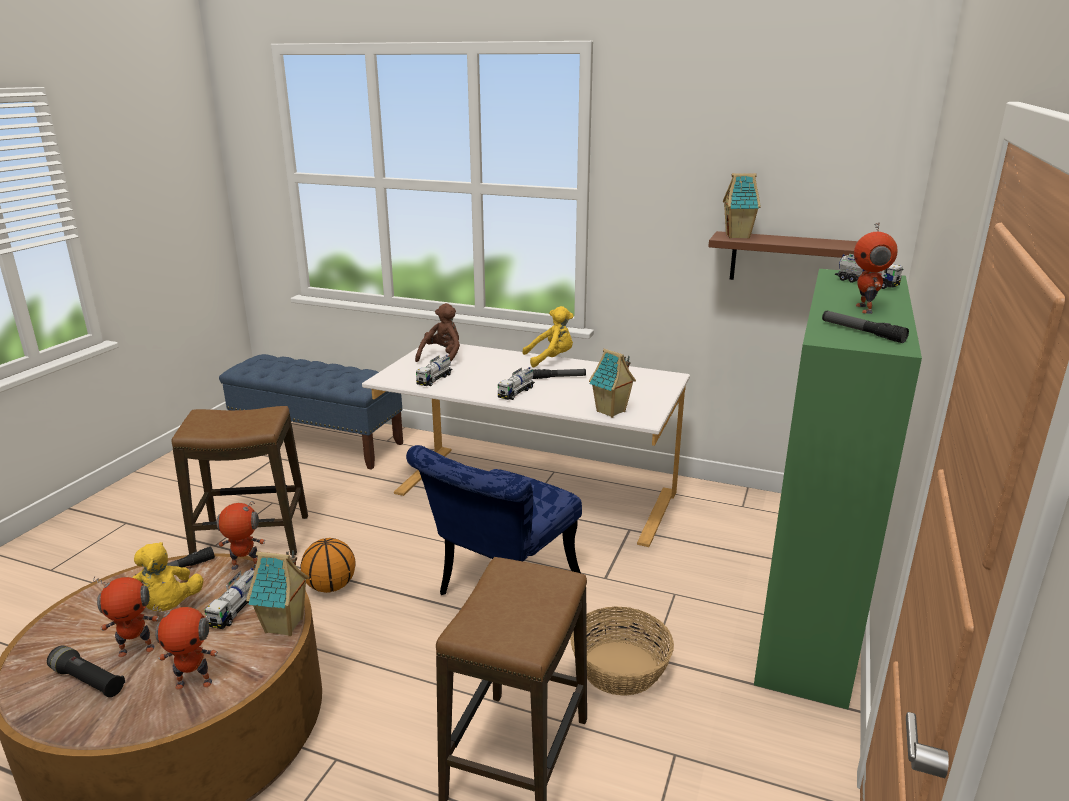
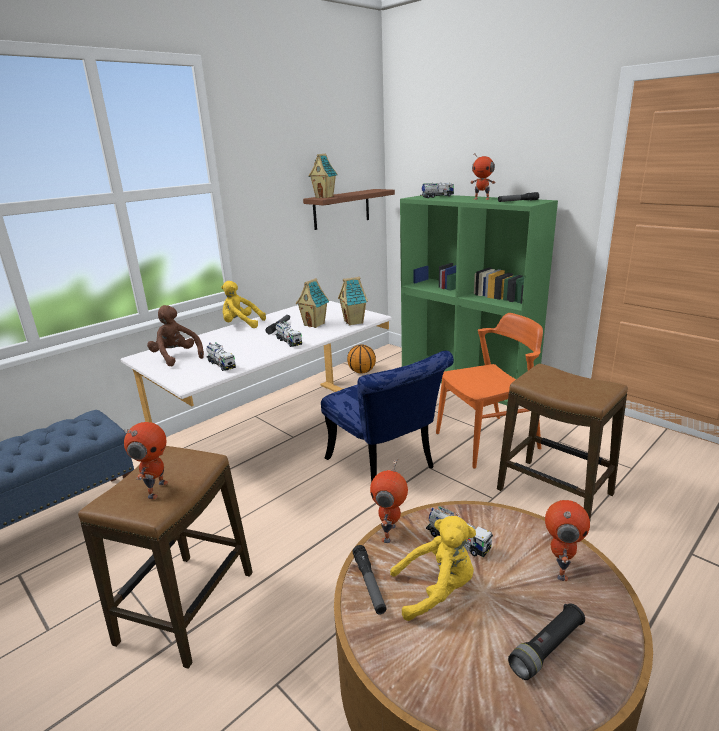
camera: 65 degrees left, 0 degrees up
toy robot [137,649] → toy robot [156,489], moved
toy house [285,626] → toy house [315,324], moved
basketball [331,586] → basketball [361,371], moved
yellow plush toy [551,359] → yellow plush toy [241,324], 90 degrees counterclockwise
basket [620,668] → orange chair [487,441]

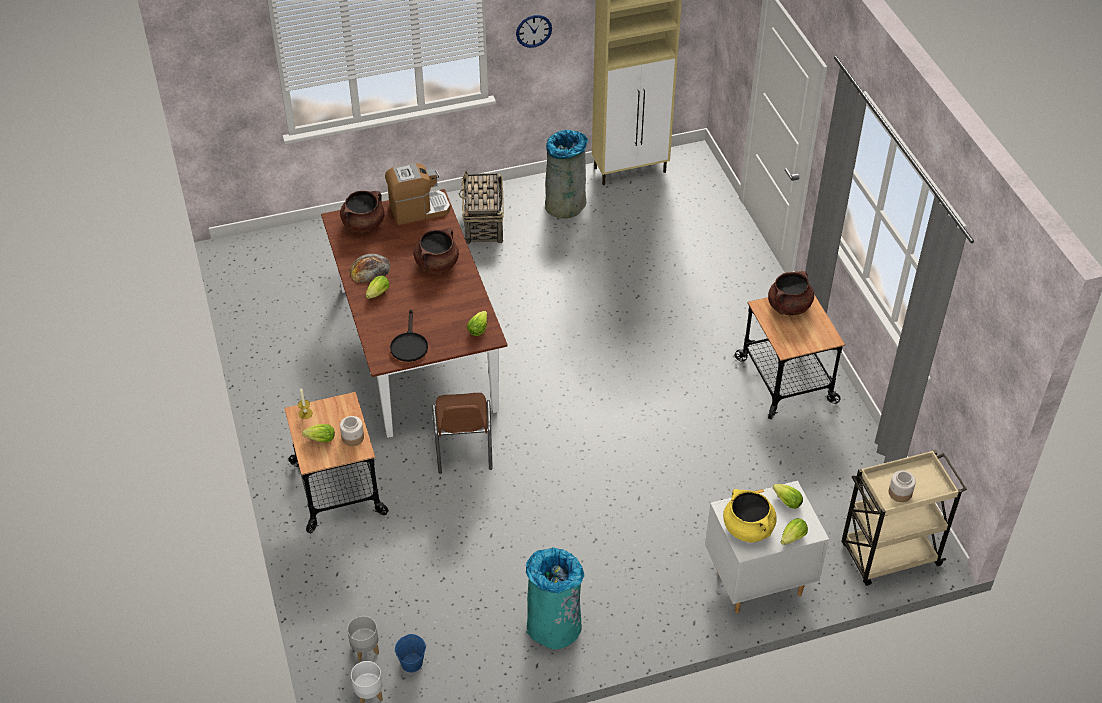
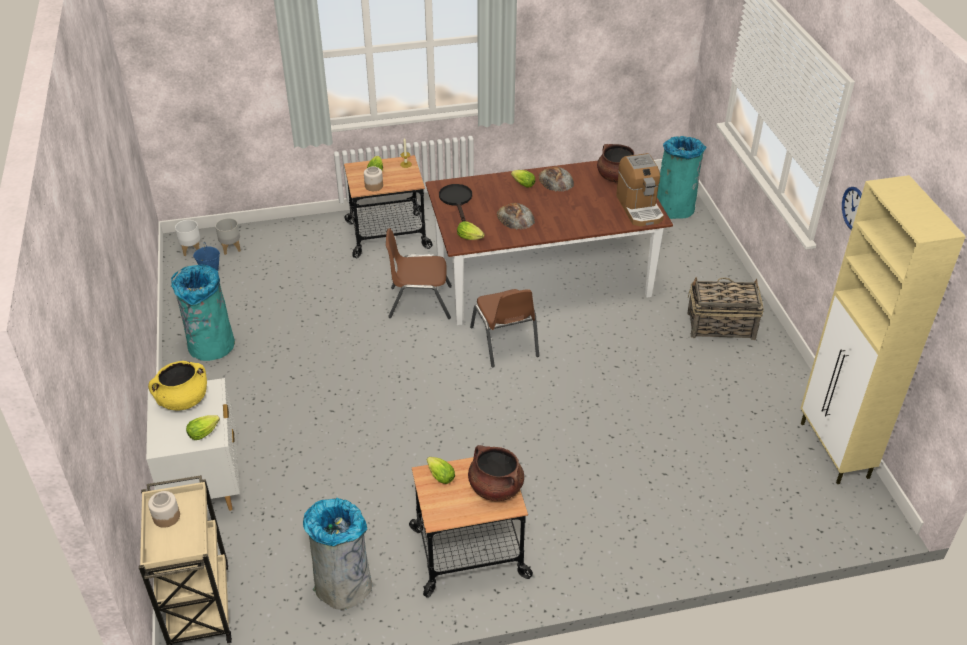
camera: 95 degrees right, 5 degrees down
black frying pan [409,345] → black frying pan [456,200], 75 degrees clockwise
brown cooking pot [437,264] → -
grey trash can [565,204] → grey trash can [344,586], moved
lettuce [791,539] → lettuce [439,475], moved
- → brown chair [504,342]
- → bread [515,217]
- → turquoise trash can [675,208]

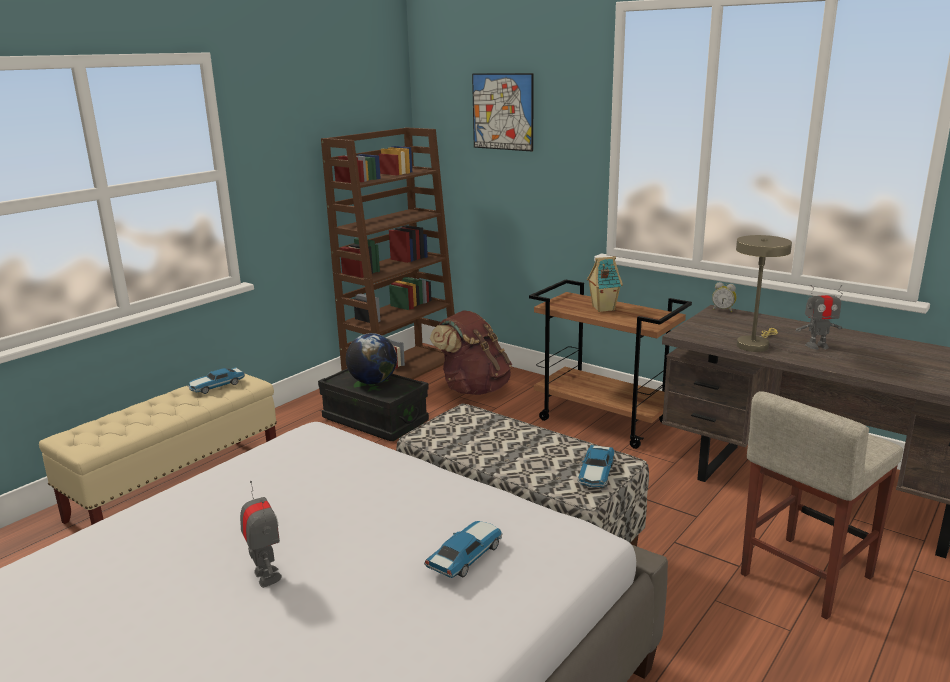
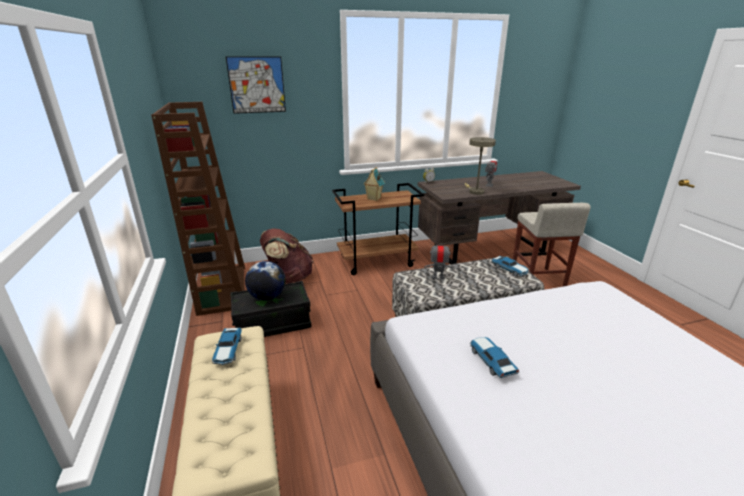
camera: 55 degrees left, 5 degrees up
toy robot [266,576] → toy robot [438,277], moved
toy car [466,556] → toy car [491,361], moved

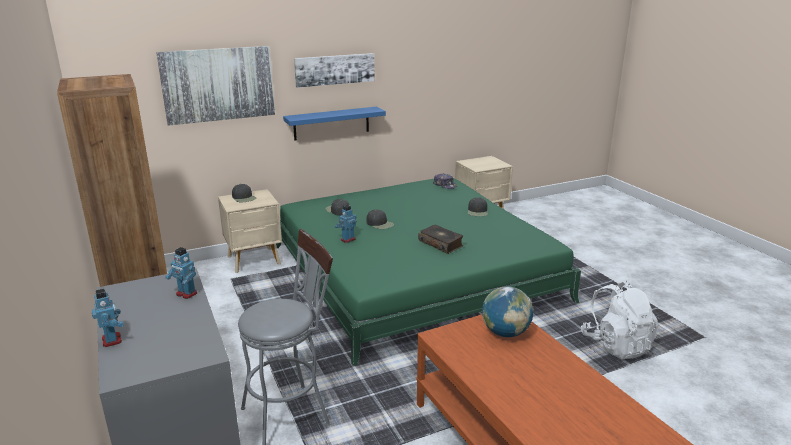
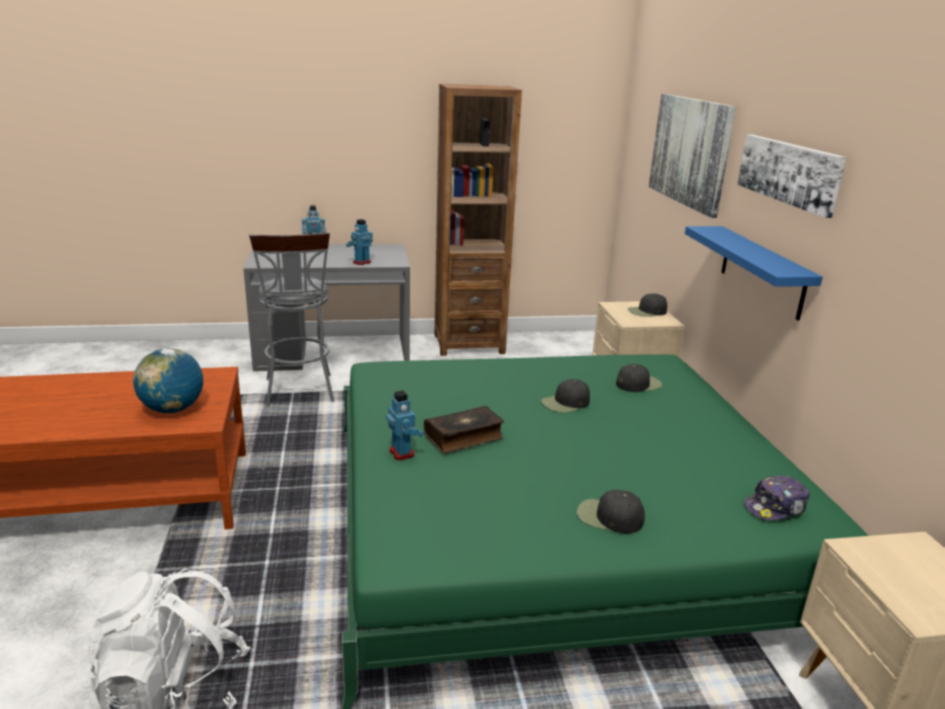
camera: 105 degrees right, 0 degrees up
toy robot [347,239] → toy robot [402,453], moved

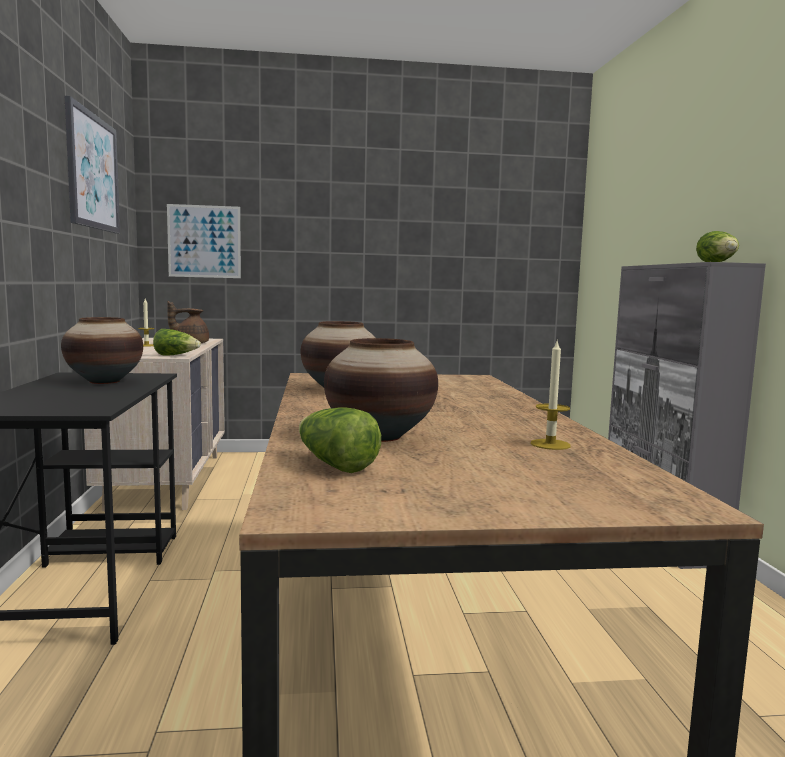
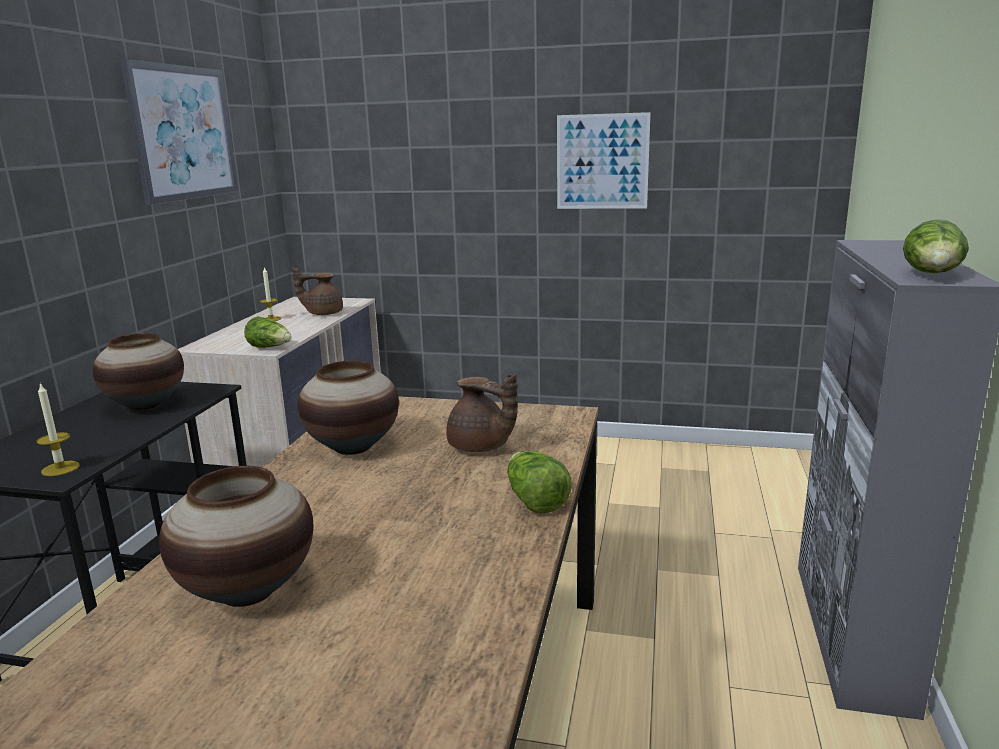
camera: 20 degrees right, 10 degrees up
picture [204,241] → picture [602,162], moved
lettuce [334,465] → lettuce [535,500], moved
candle [550,444] → candle [60,468], moved
- → brown teapot [480,447]

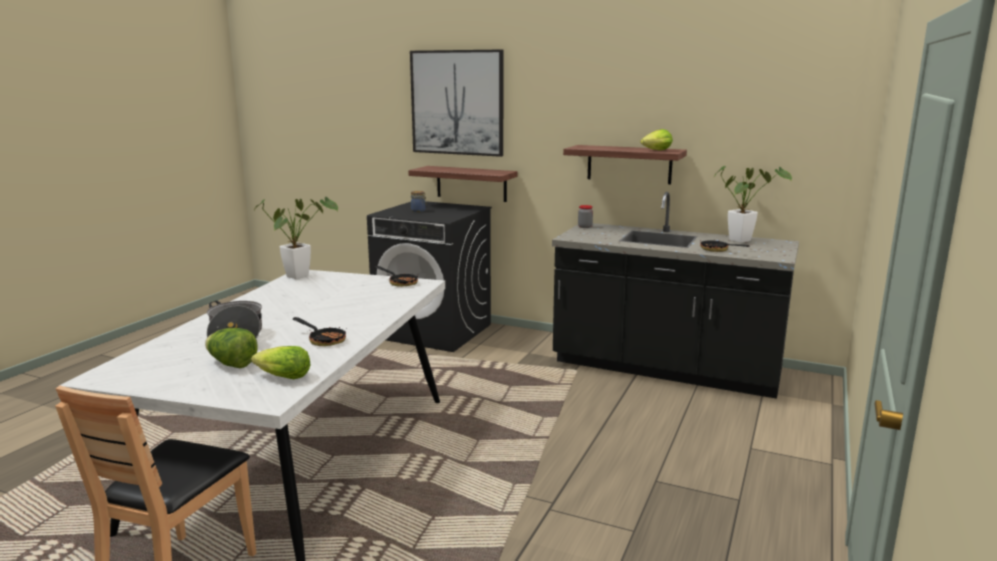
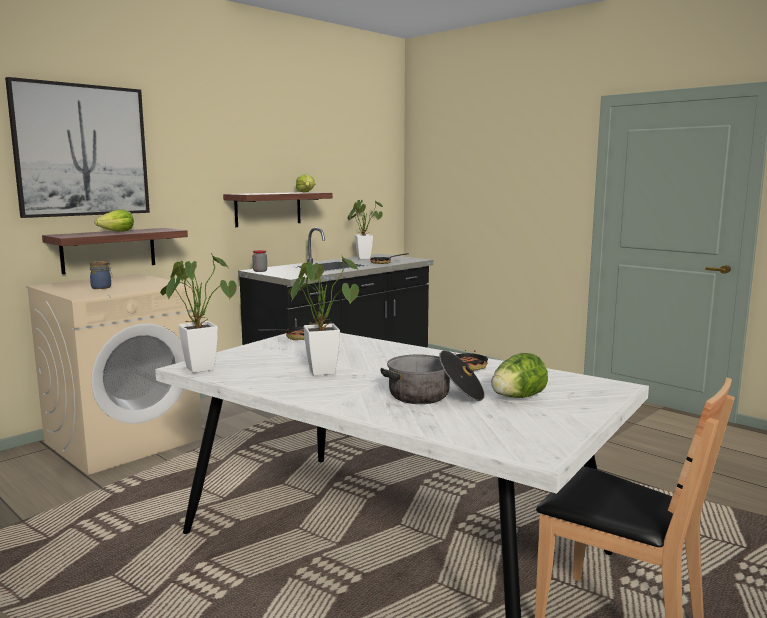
camera: 70 degrees left, 5 degrees down
lettuce [283,377] → lettuce [117,232], moved
black washing machine [434,331] → beige washing machine [124,440]
- → potted plant [321,370]

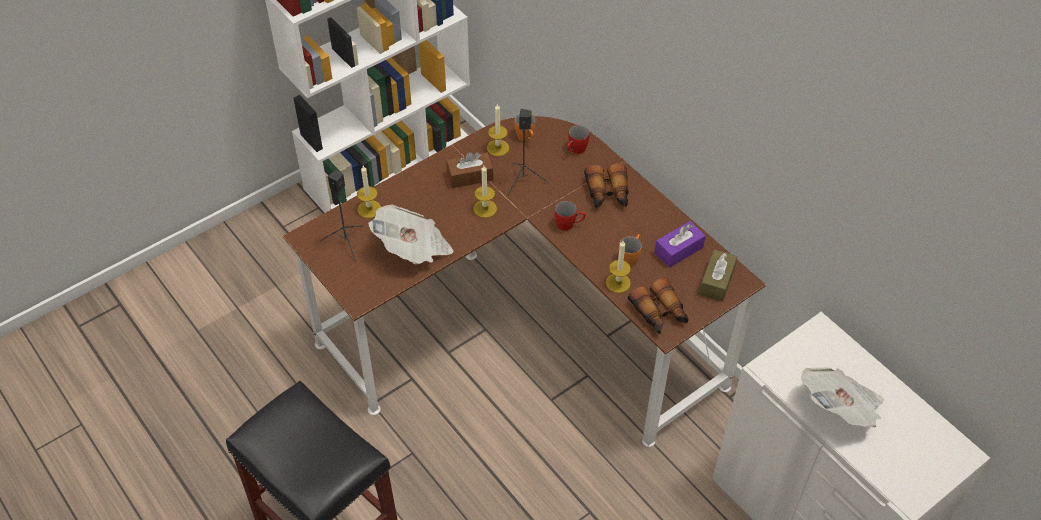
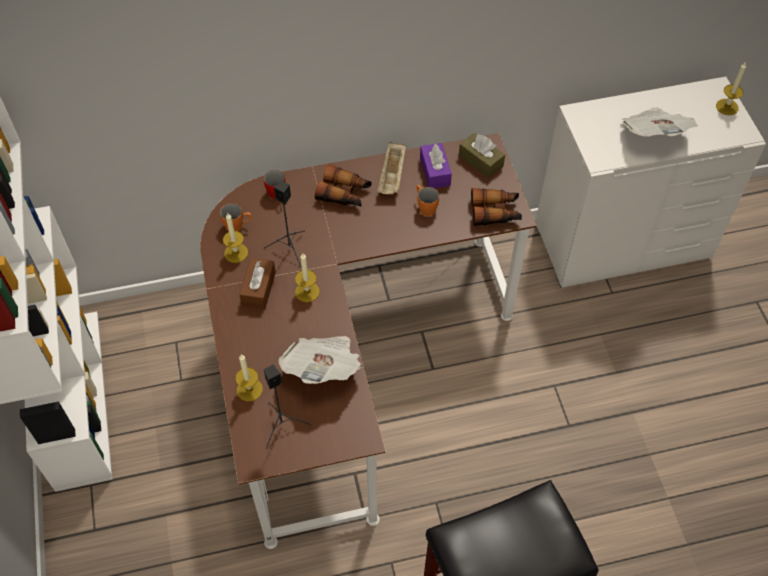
camera: 65 degrees left, 5 degrees up
red mug [569,225] → -
candle [618,283] → candle [727,107], moved
- → beige tray [392,177]

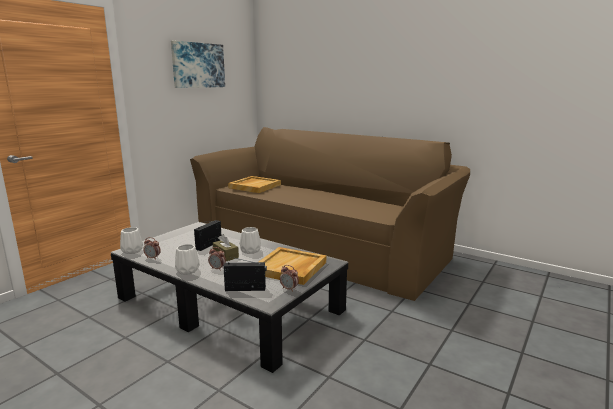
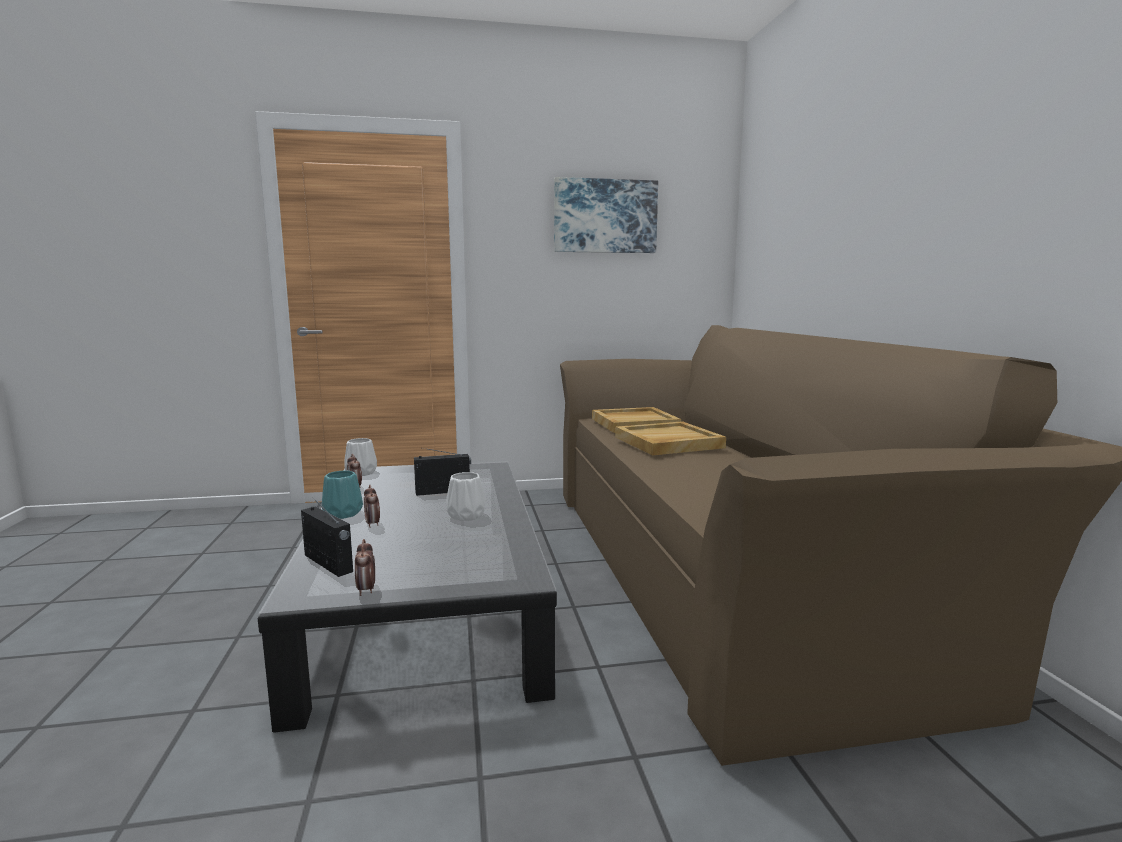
camera: 45 degrees right, 5 degrees down
white vase [188,271] → turquoise vase [342,514]
brown tissue box [225,255] → -
beige tray [290,268] → beige tray [668,442], moved

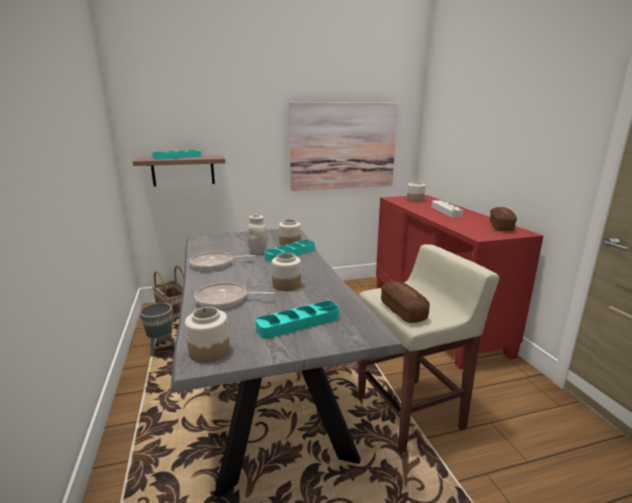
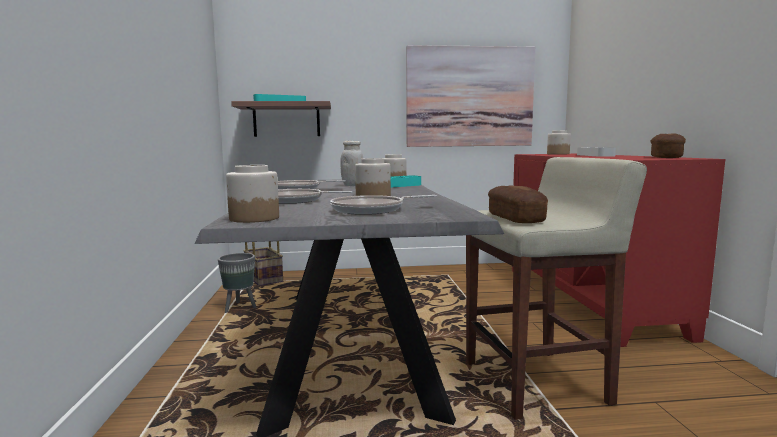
camera: 10 degrees right, 10 degrees down
turquoise tray [298,323] → frying pan [372,210]

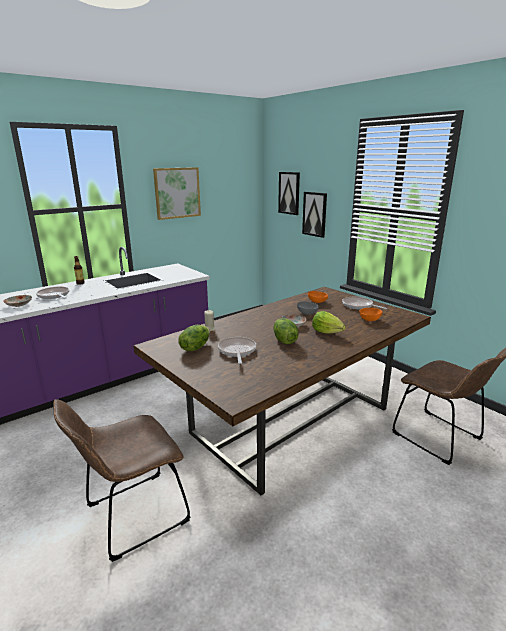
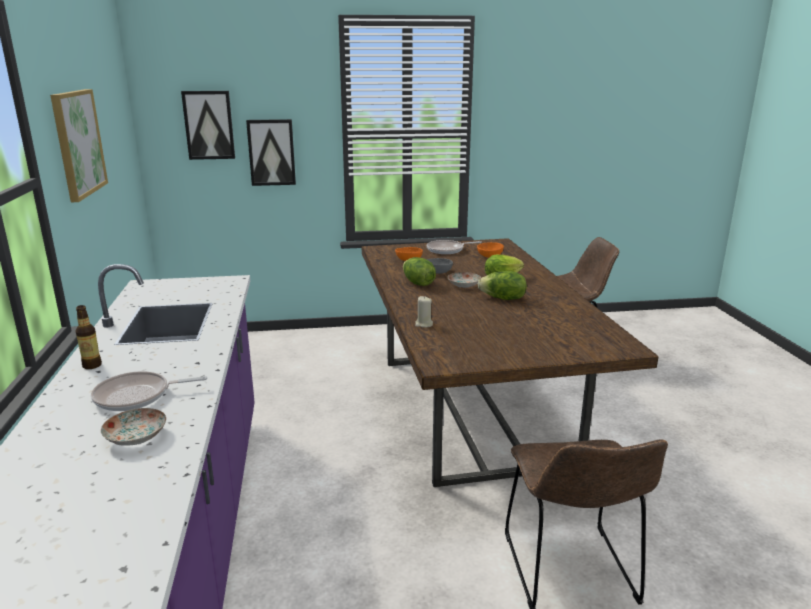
camera: 60 degrees left, 0 degrees up
lettuce [195,347] → lettuce [417,283], moved
frying pan [237,351] → -

